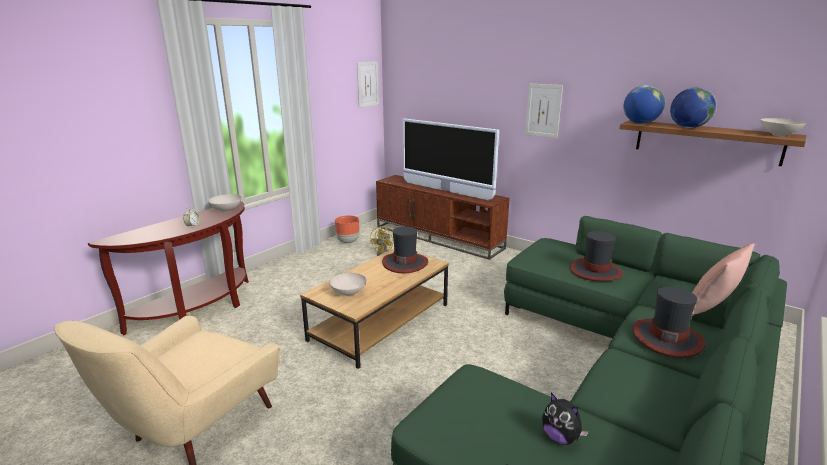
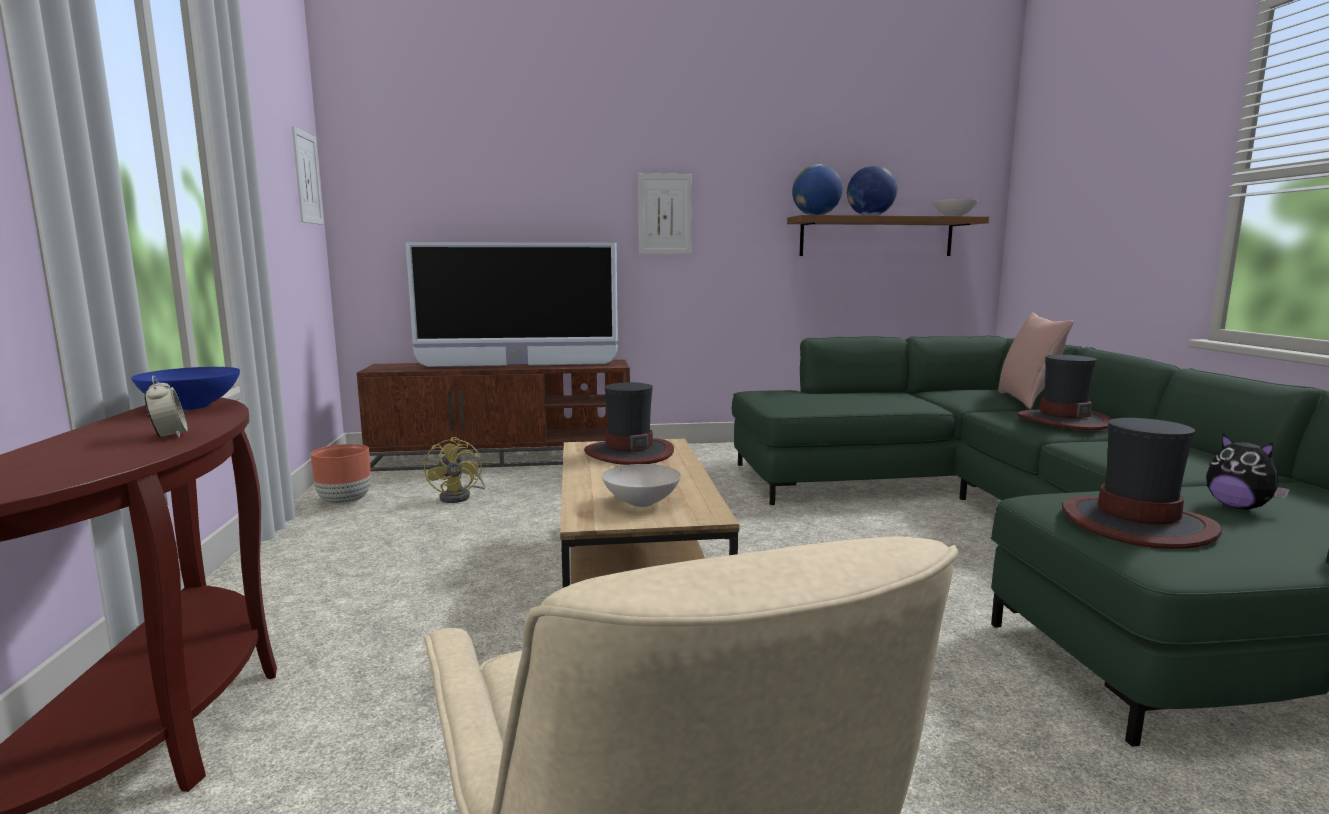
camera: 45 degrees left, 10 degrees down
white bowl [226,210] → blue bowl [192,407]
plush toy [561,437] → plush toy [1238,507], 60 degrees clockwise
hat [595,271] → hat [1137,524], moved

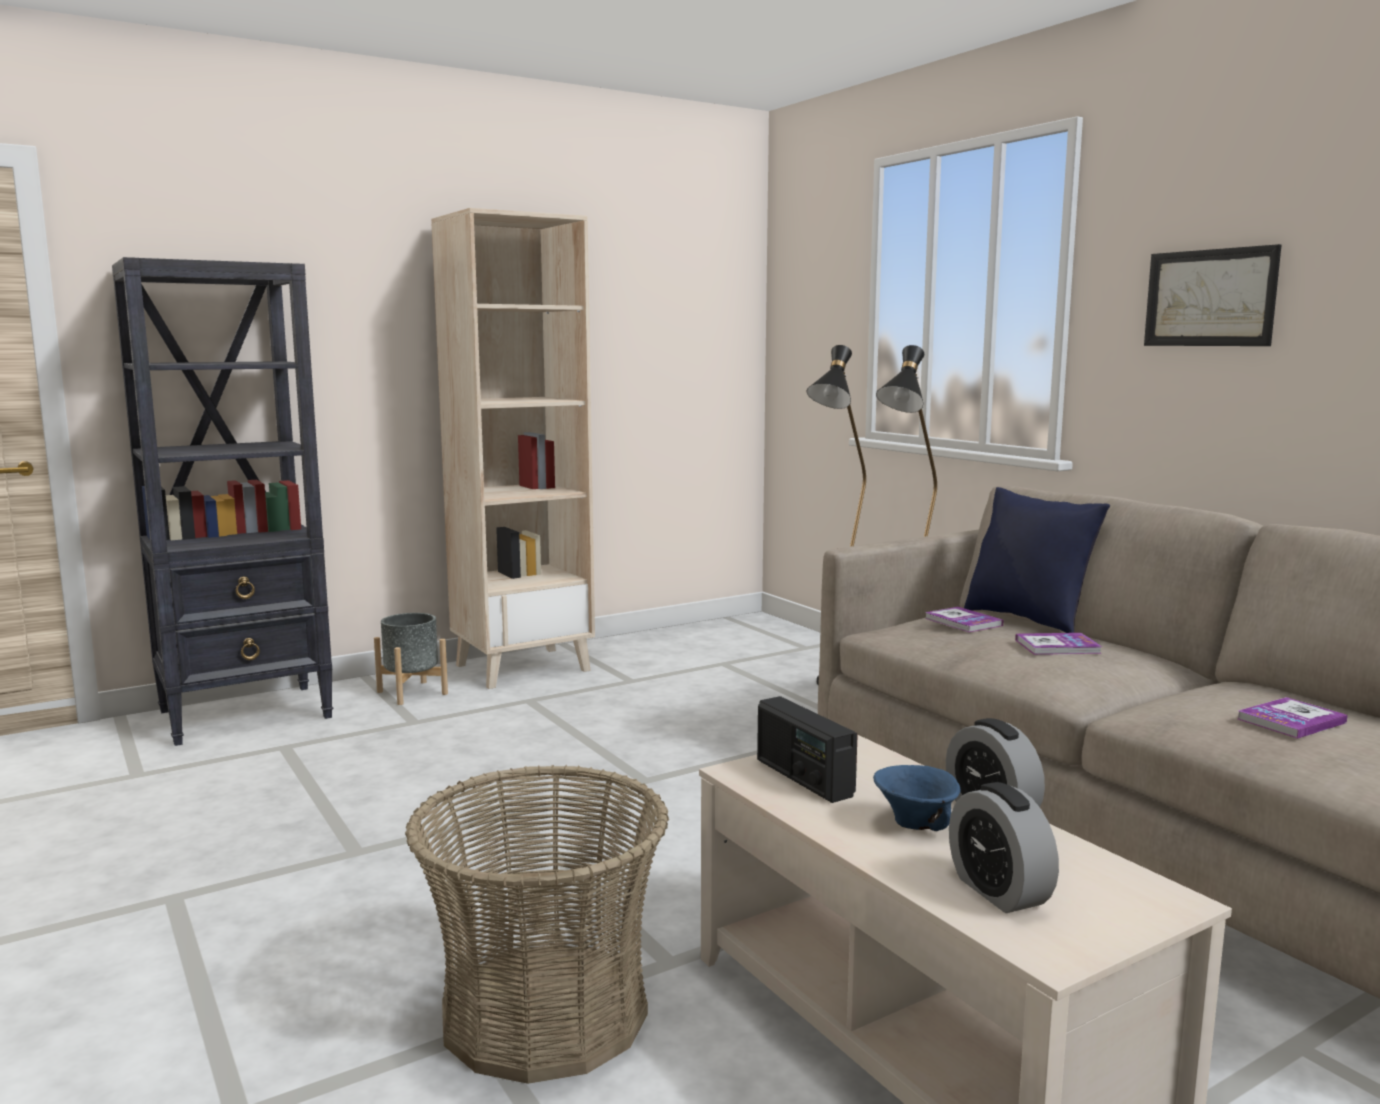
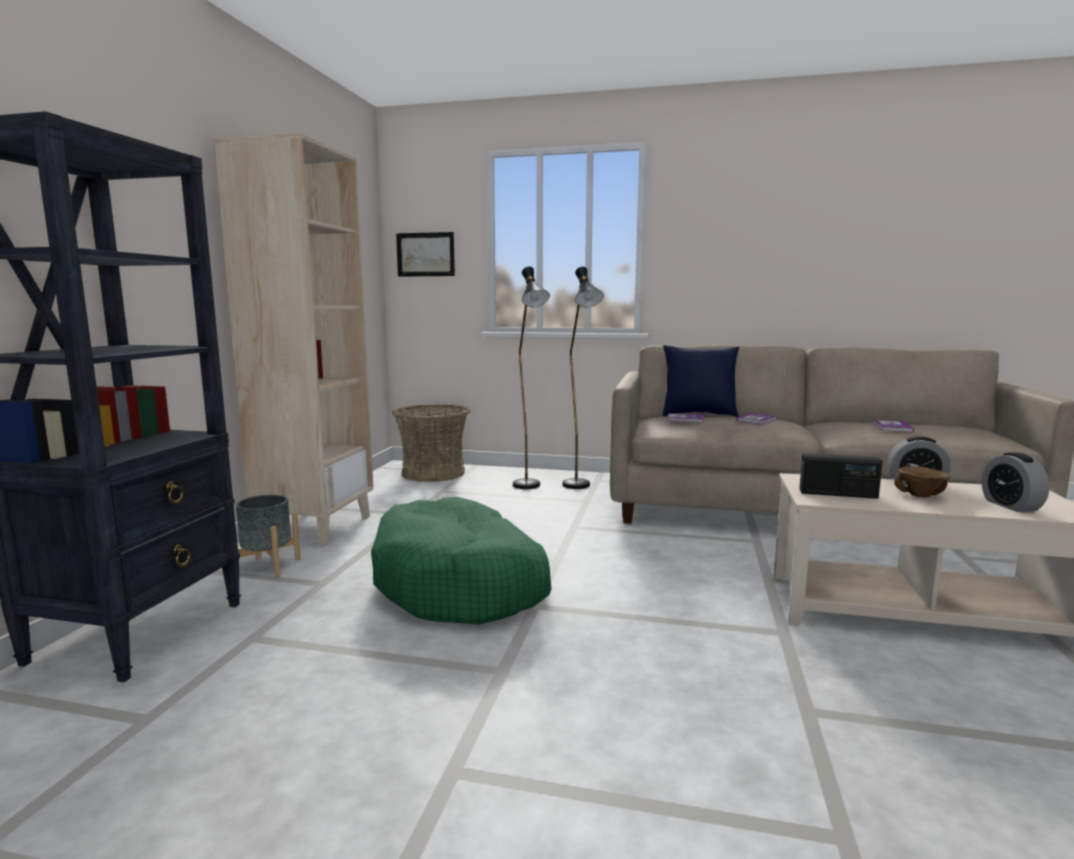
camera: 45 degrees left, 0 degrees up
basket [544,1013] → basket [433,473], moved
blue bowl [912,824] → brown bowl [920,496]
alarm clock [998,891] → alarm clock [1010,505], 60 degrees clockwise
picture [1209,298] → picture [425,254], moved
- → green dog bed [461,583]

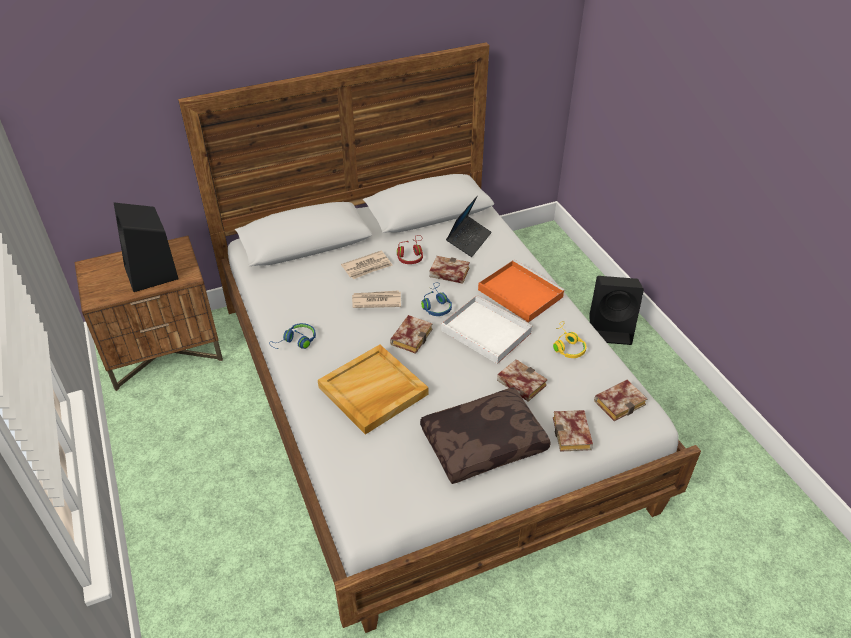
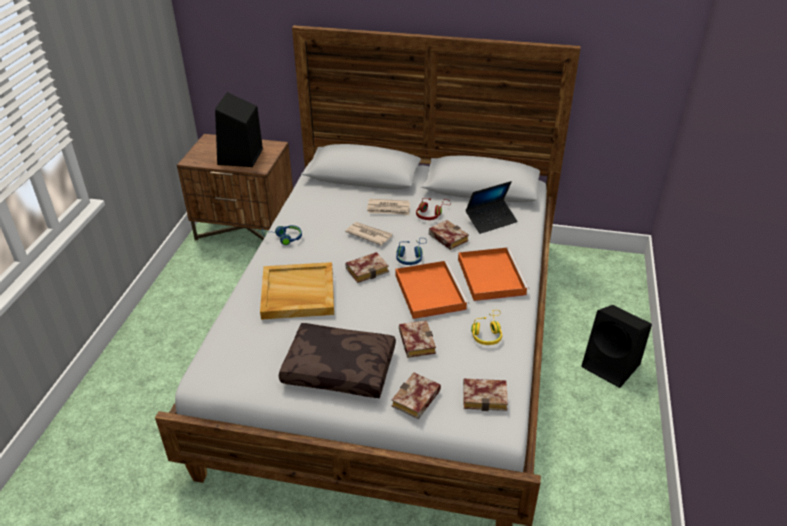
camera: 35 degrees right, 5 degrees down
white tray [484,331] → orange tray [429,291]

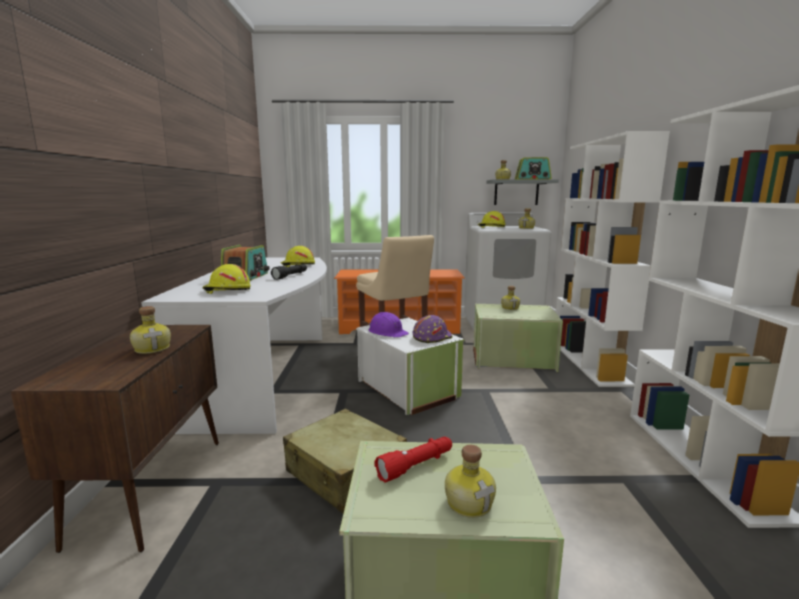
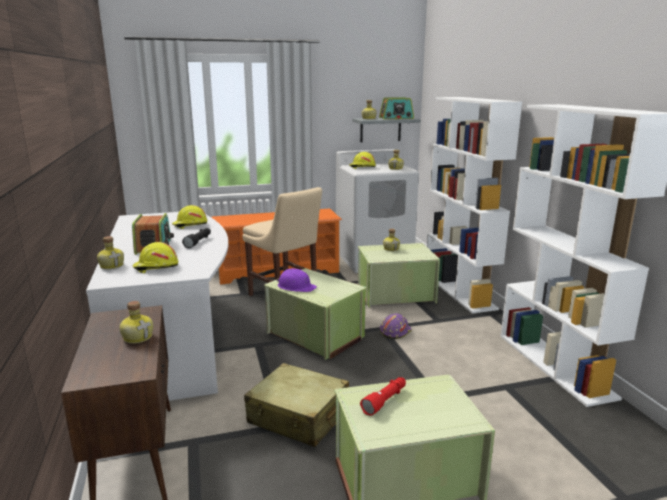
camera: 15 degrees left, 5 degrees up
white storage box [407,389] → green storage box [315,335]
purple hard hat [431,337] → purple hard hat [394,331], moved
bottle [469,502] → bottle [112,265], moved

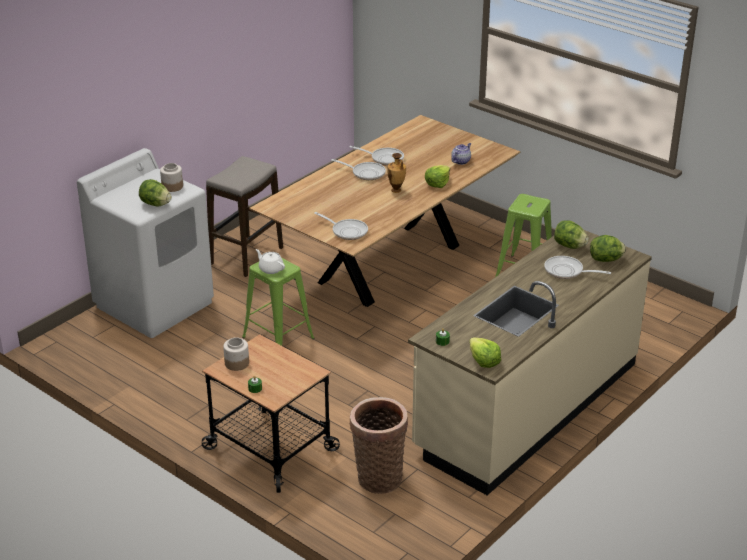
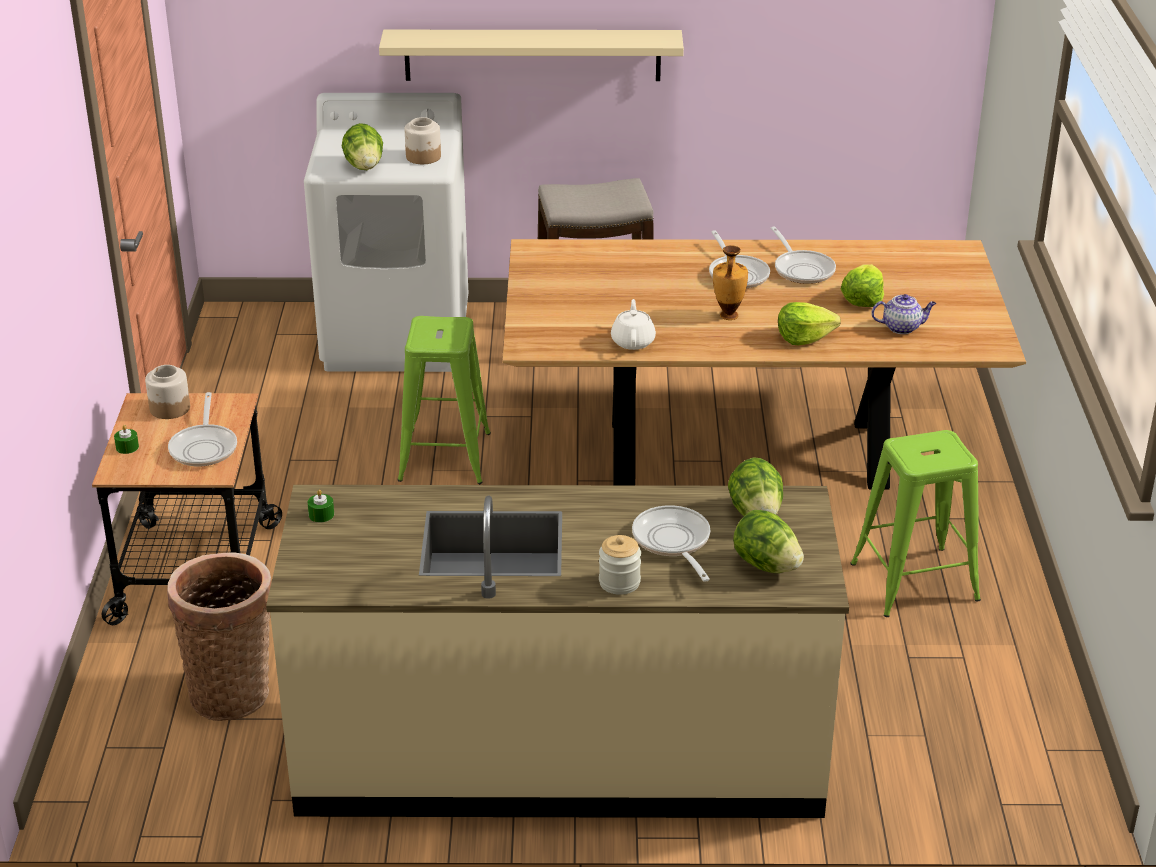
camera: 50 degrees right, 0 degrees up
white teapot [271,269] → white teapot [633,341], moved
frying pan [347,231] → frying pan [204,447], moved
lettuce [483,361] → lettuce [862,299], moved
- → beige shelf [532,55]
- → jar [619,582]

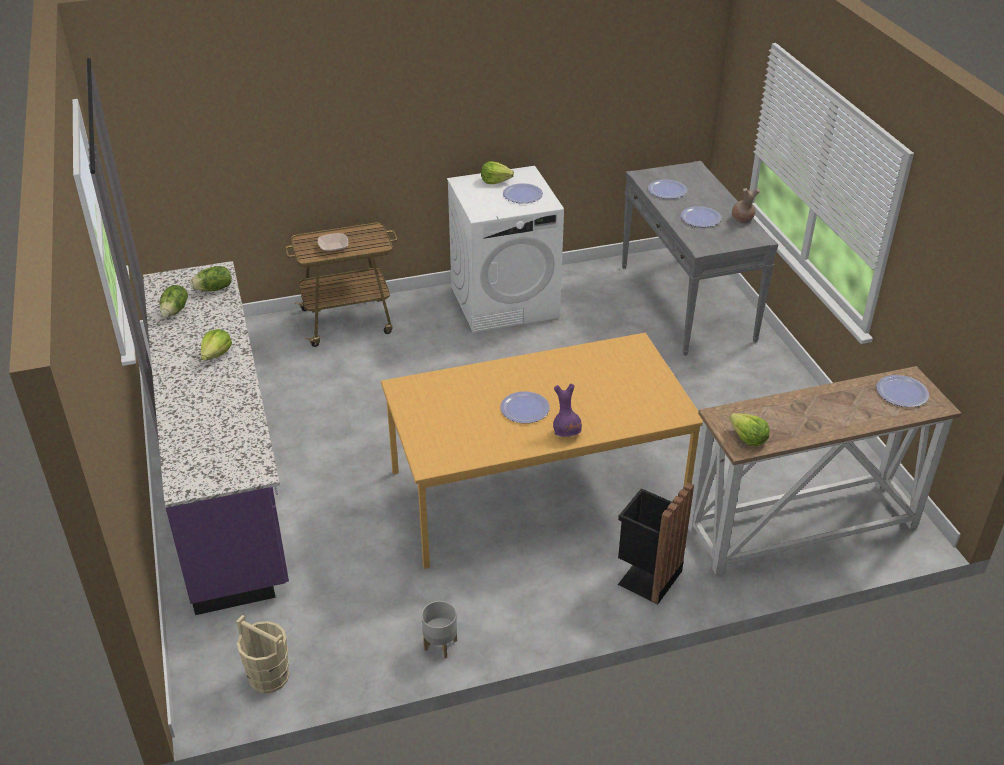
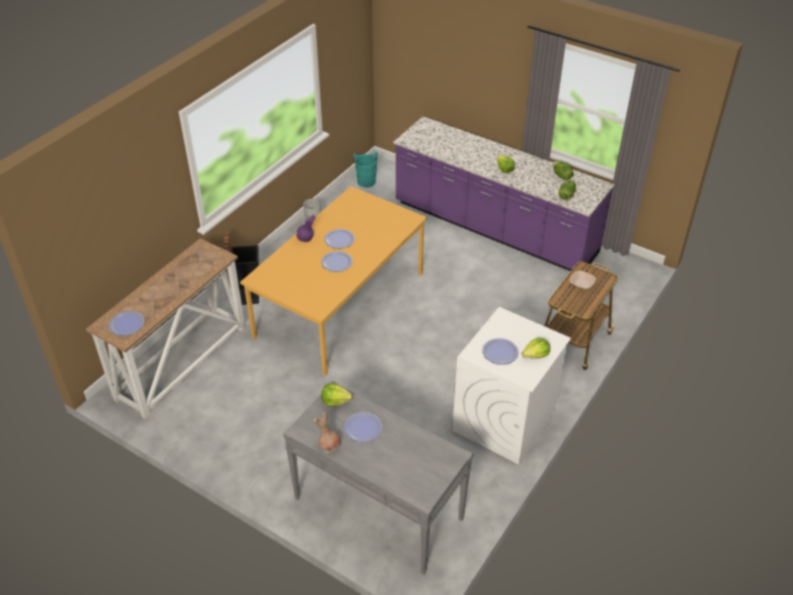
camera: 140 degrees right, 5 degrees up
beige bucket [269,676] → turquoise bucket [366,182]
plate [667,190] → plate [337,262], moved
lettuce [748,438] → lettuce [335,400], moved

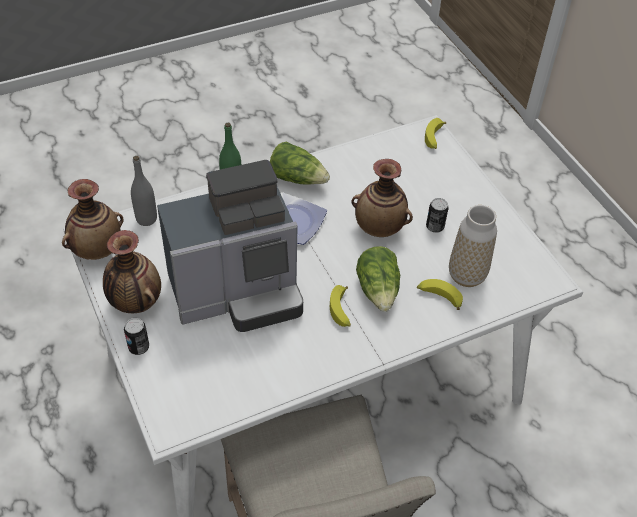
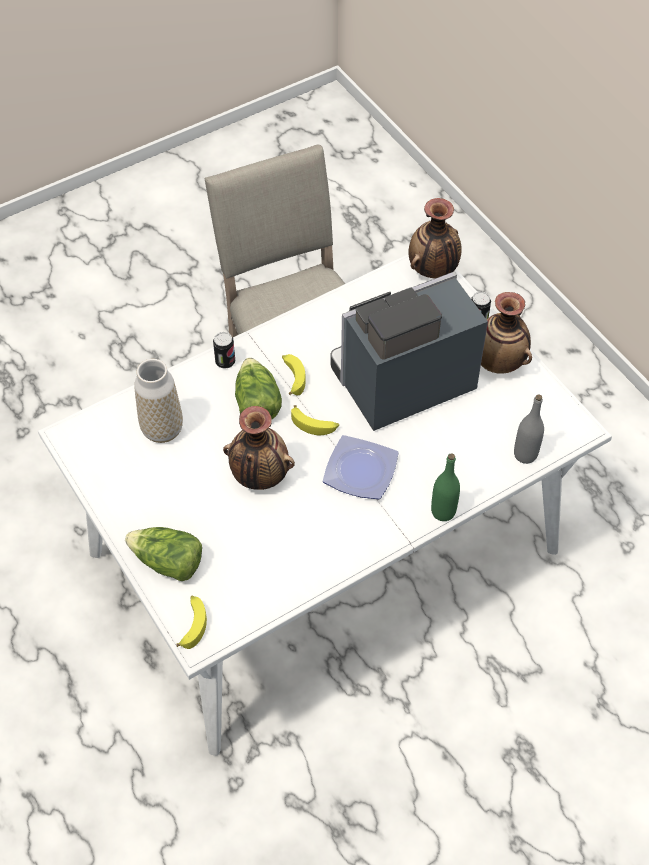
camera: 175 degrees right, 5 degrees up
vase [97,249] → vase [433,270], moved
lettuce [297,178] → lettuce [168,562], moved
banana [439,297] → banana [314,424], moved
can [435,227] → can [225,362], moved

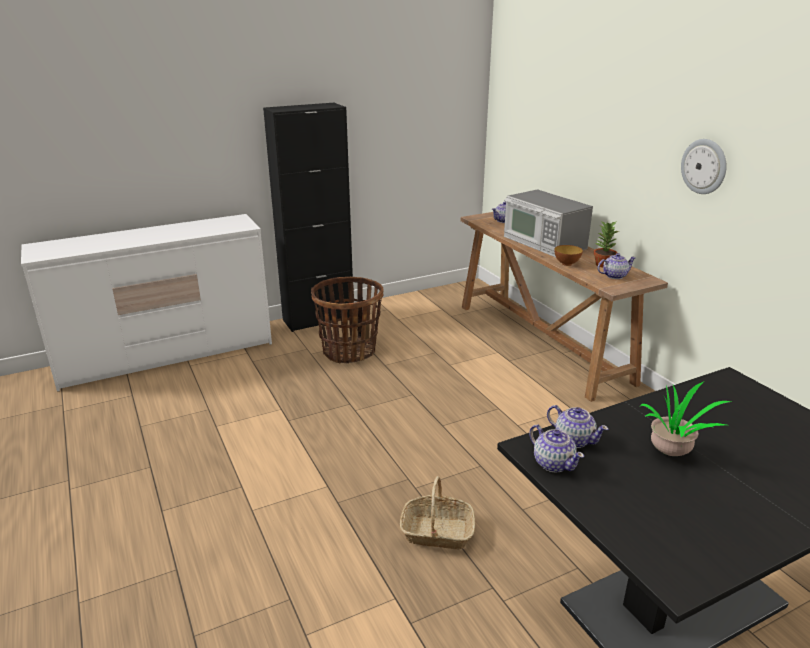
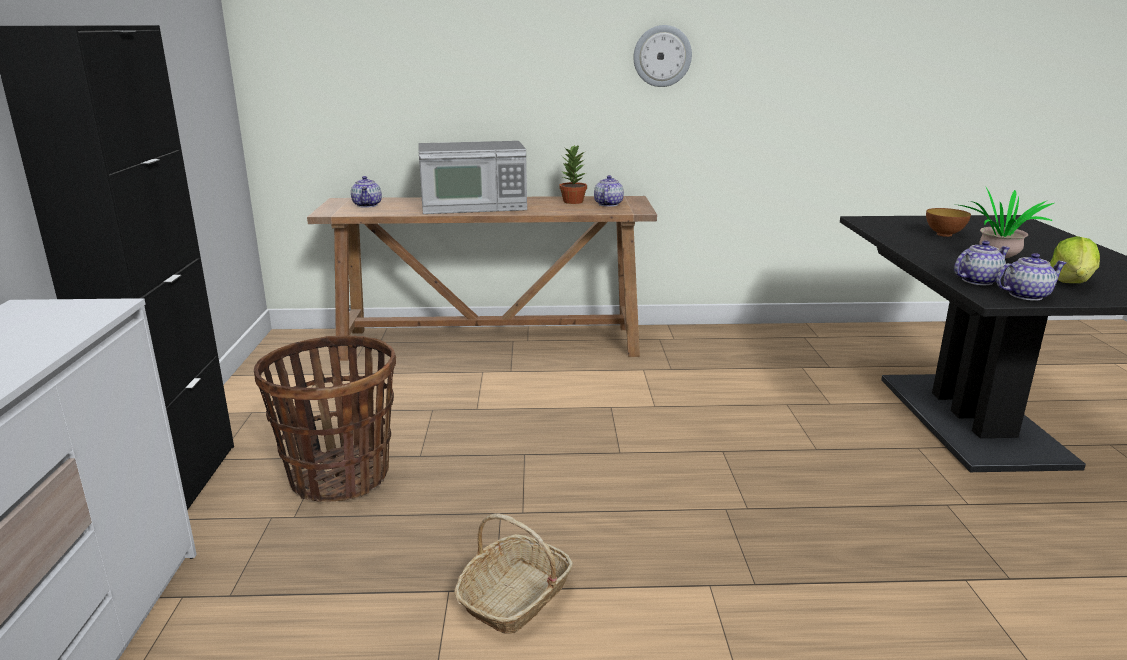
camera: 65 degrees left, 5 degrees down
basket [437,532] → basket [515,597], moved
bowl [566,264] → bowl [944,234], moved
- → lettuce [1071,282]

